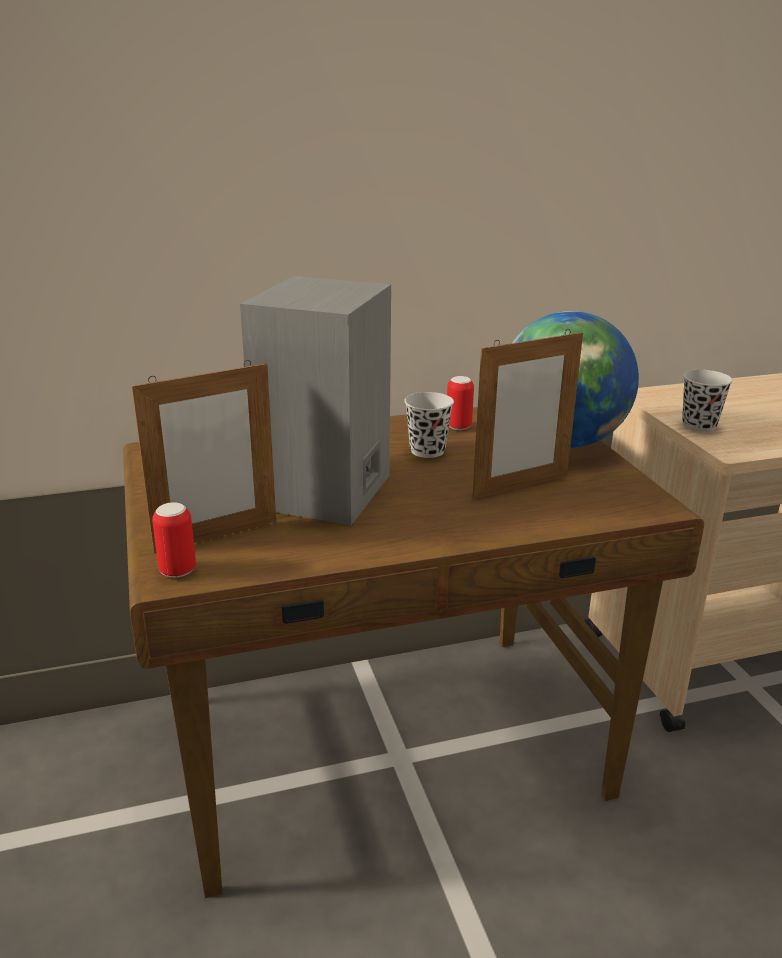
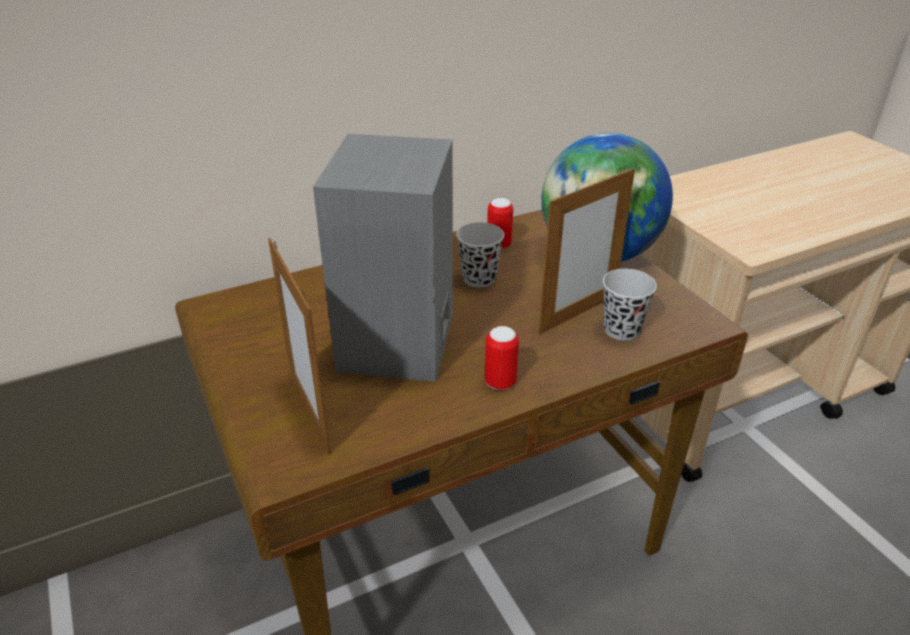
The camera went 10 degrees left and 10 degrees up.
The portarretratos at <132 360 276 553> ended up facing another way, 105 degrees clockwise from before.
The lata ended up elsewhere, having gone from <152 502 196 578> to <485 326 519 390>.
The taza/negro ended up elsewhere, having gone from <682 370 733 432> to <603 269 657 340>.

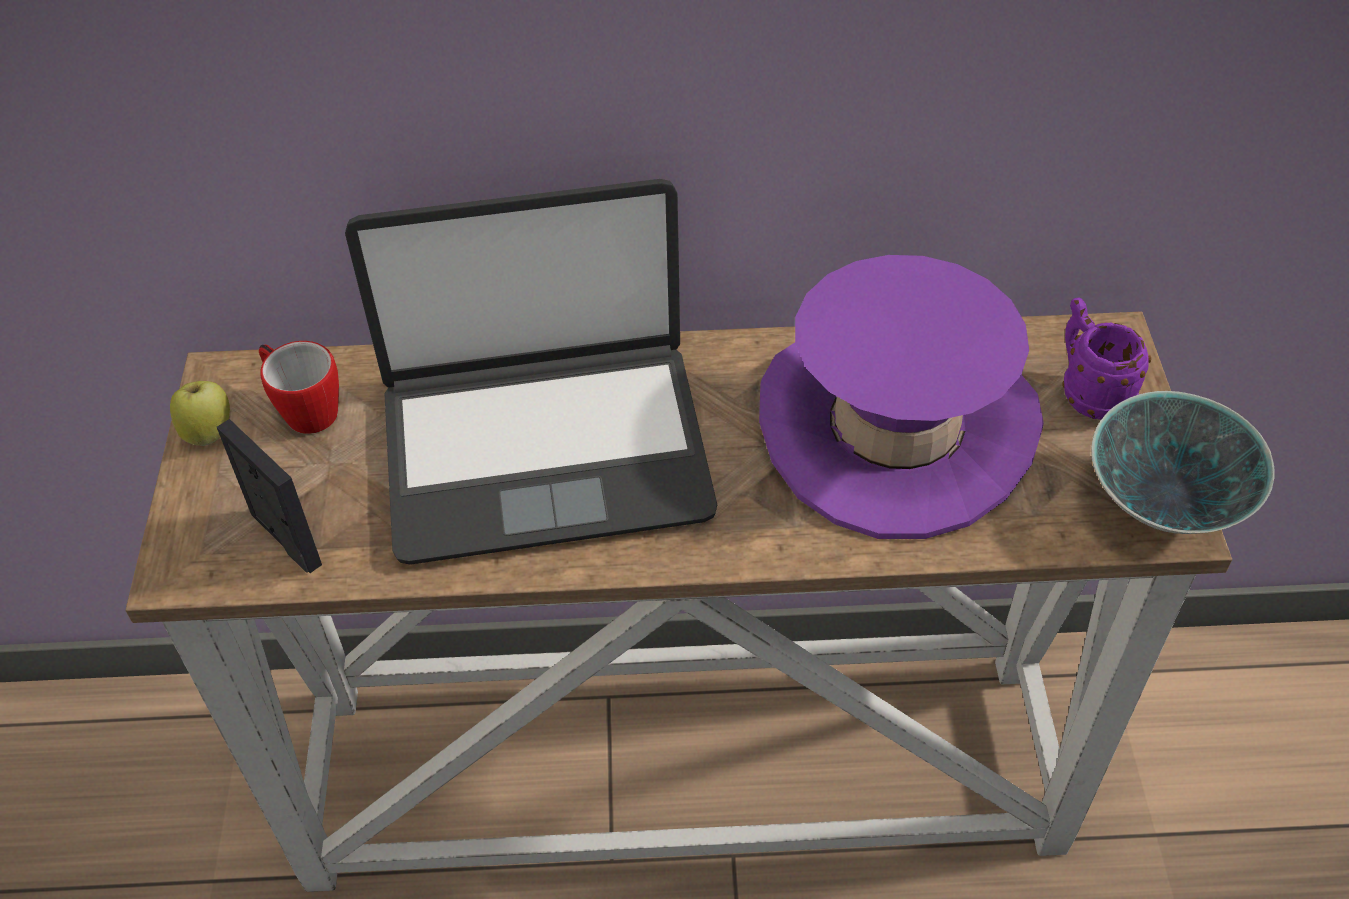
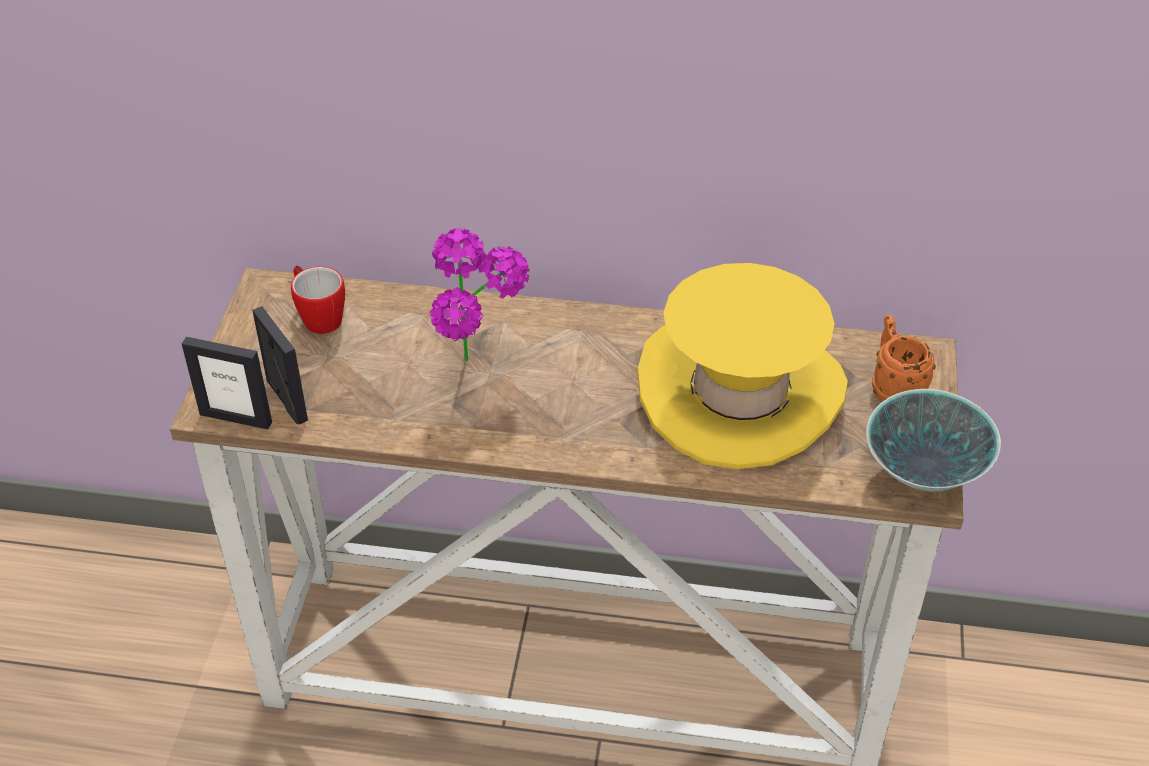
The camera went 10 degrees right and 5 degrees down.
The second view gained the portarretratos at <182 337 272 429>.
Where the portátil stood at <345 179 717 565>, the planta en maceta came to stand at <430 228 530 361>.
What was the sombrero/morado at <759 255 1044 539> turned into the sombrero/amarillo at <637 263 848 469>.
What was the taza grande/morado at <1062 297 1151 420> turned into the taza grande/naranja at <872 315 936 402>.
The second view lost the manzana at <170 381 230 446>.

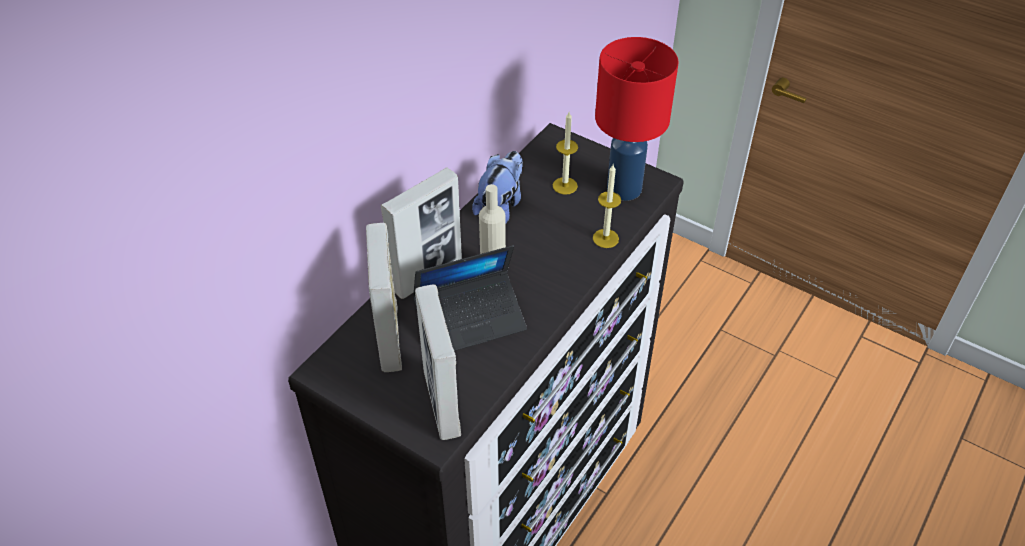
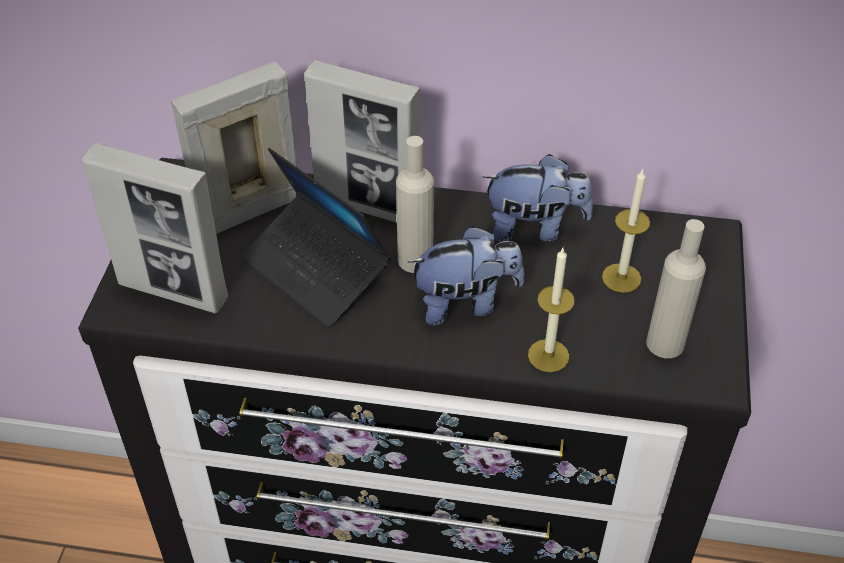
The camera went 65 degrees right and 0 degrees up.
The portarretratos at <415 284 461 440> ended up facing another way, 120 degrees counterclockwise from before.
The second view gained the peluche at <407 226 524 325>.
Where the lámpara de mesa/rojo stood at <595 37 679 201>, the botella/beis came to stand at <646 219 706 358>.

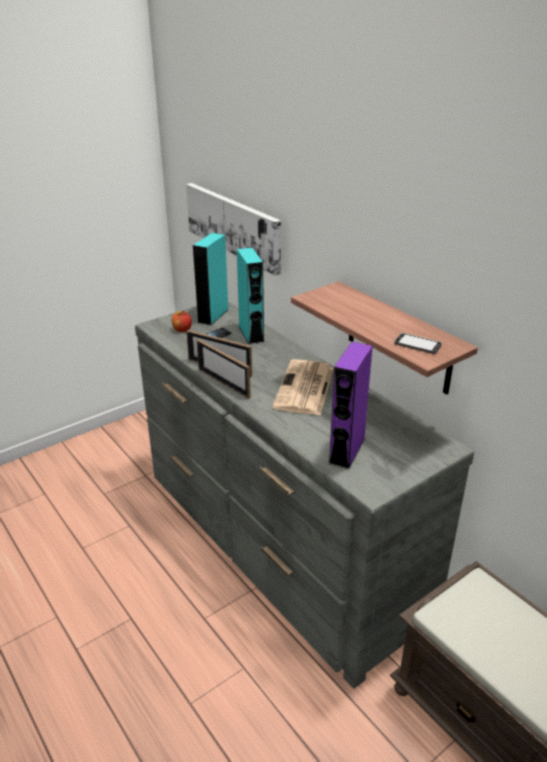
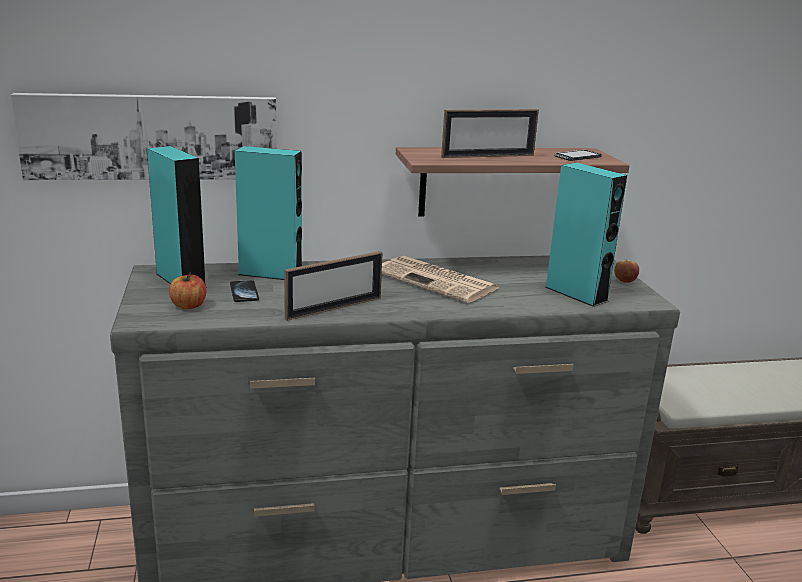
The camera went 65 degrees left and 10 degrees down.
The portarretratos ended up elsewhere, having gone from <197 339 250 399> to <441 109 539 158>.
What was the altavoz/morado at <328 342 373 469> turned into the altavoz/turquesa at <545 163 627 307>.
The second view gained the manzana at <614 260 639 283>.

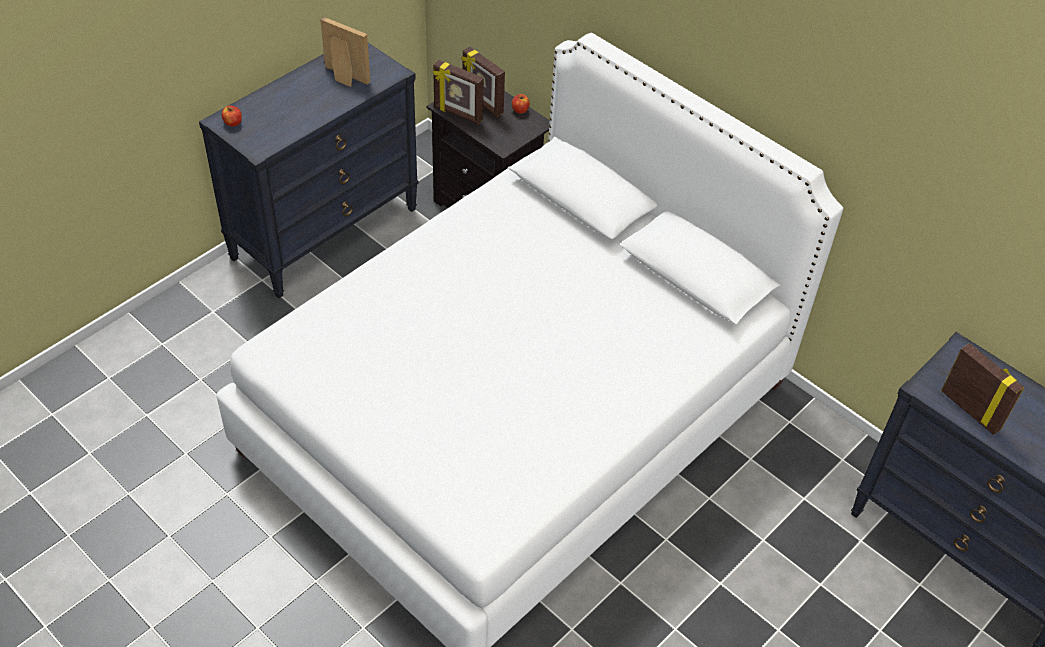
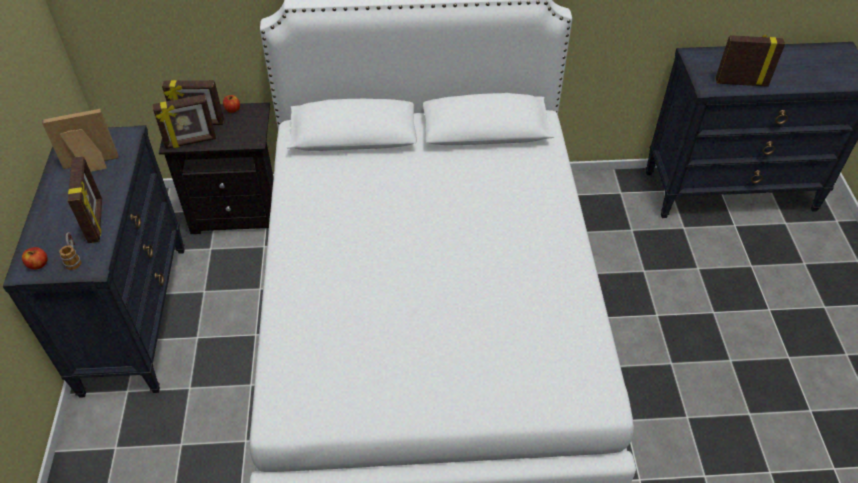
The camera went 45 degrees left and 0 degrees up.
The second view gained the taza grande at <59 232 81 270>.
The second view gained the portarretratos at <68 156 102 243>.

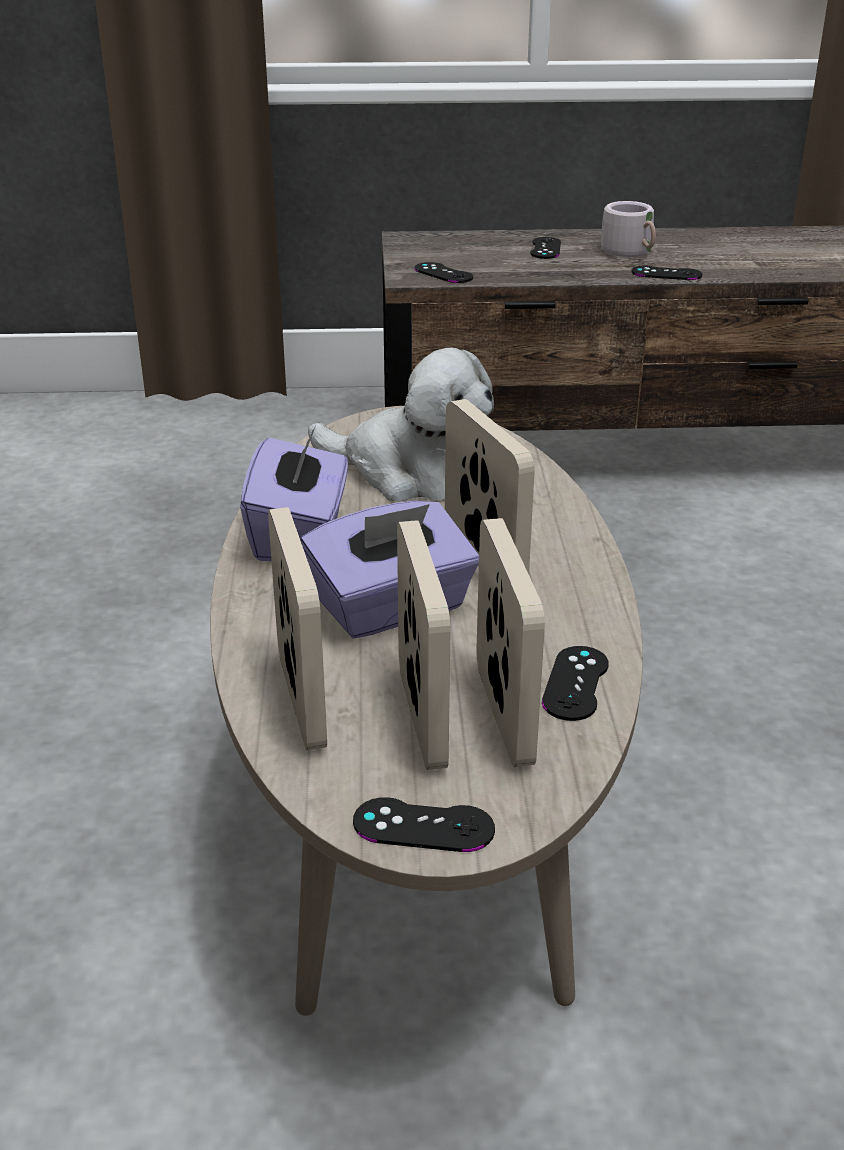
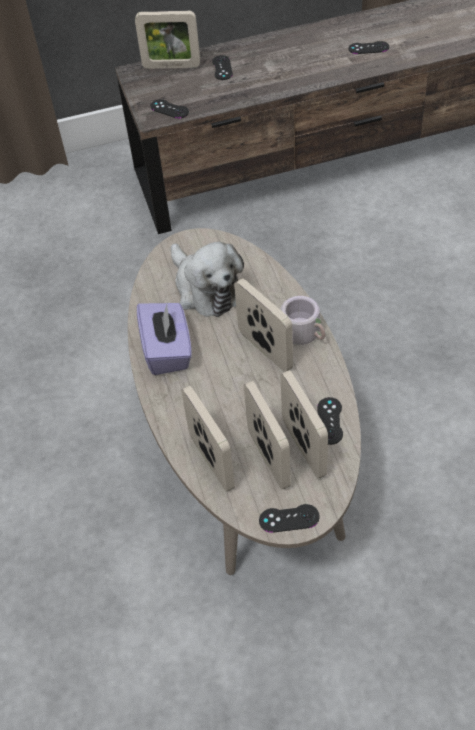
The camera went 10 degrees left and 20 degrees up.
The second view gained the portarretratos at <135 11 200 69>.
The peluche at <308 347 494 502> ended up facing another way, 45 degrees clockwise from before.
The taza grande/gris ended up elsewhere, having gone from <601 201 656 257> to <281 296 325 345>.
The mando de consola/negro ended up elsewhere, having gone from <632 266 702 280> to <348 41 389 54>.
The second view lost the caja de pañuelos/morado at <301 501 479 638>.

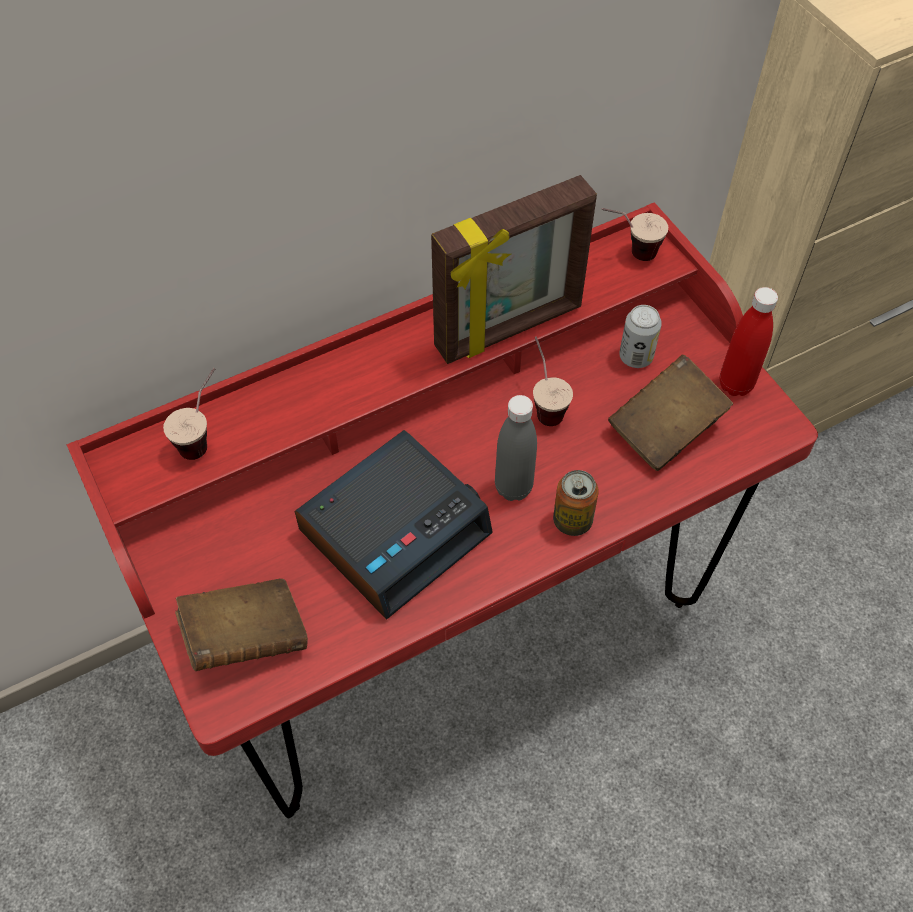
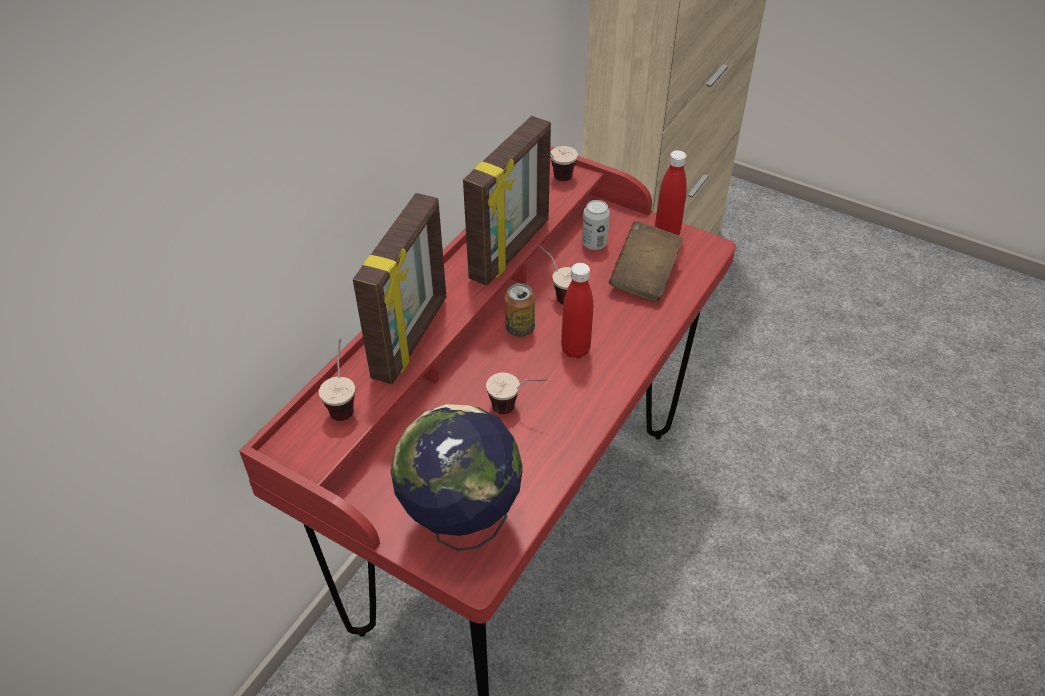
The camera went 30 degrees left and 10 degrees down.
The second view gained the portarretratos at <353 193 446 384>.
Where the libro/marrón stood at <175 579 308 671>, the globo terráqueo came to stand at <391 404 523 551>.
Where the despertador stood at <295 430 493 620>, the taza came to stand at <486 373 547 414>.
The lata ended up elsewhere, having gone from <553 470 599 536> to <505 283 535 337>.
What was the botella/gris at <495 395 537 501> turned into the botella/rojo at <561 263 593 359>.

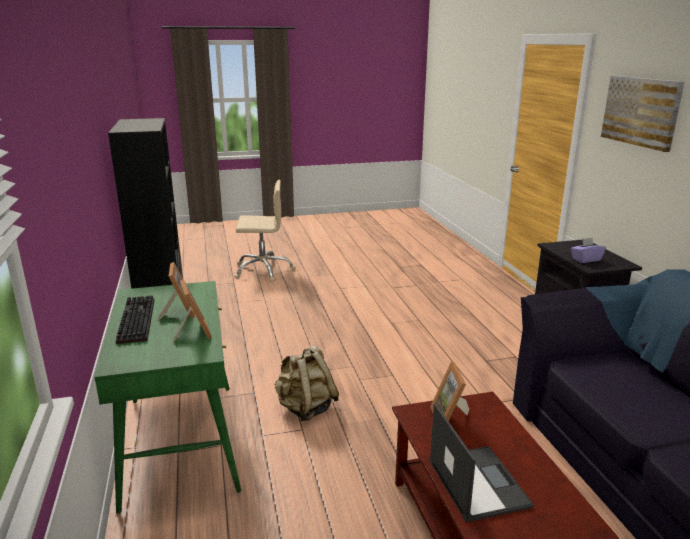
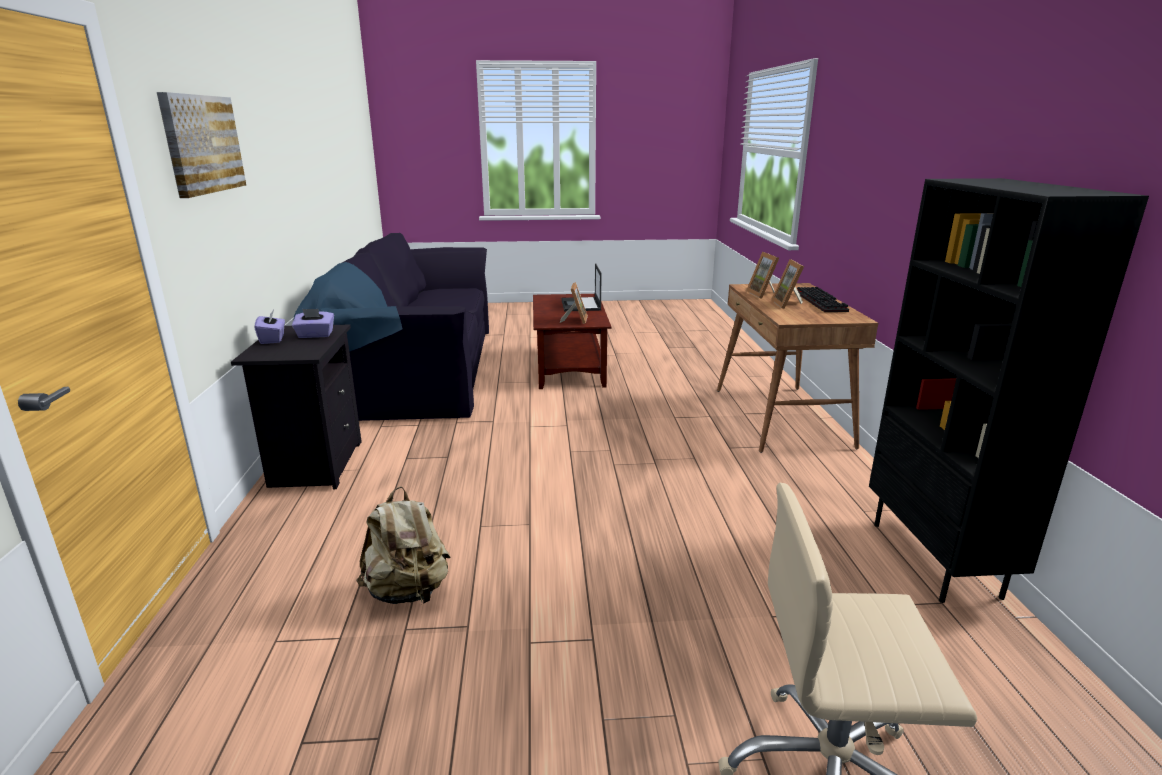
The camera went 170 degrees left and 0 degrees up.
The second view gained the caja de pañuelos/morado at <255 310 285 344>.
The mochila/beis ended up elsewhere, having gone from <274 345 339 421> to <356 486 451 605>.
What was the escritorio/verde at <94 281 241 514> turned into the escritorio/marrón at <717 283 878 453>.

